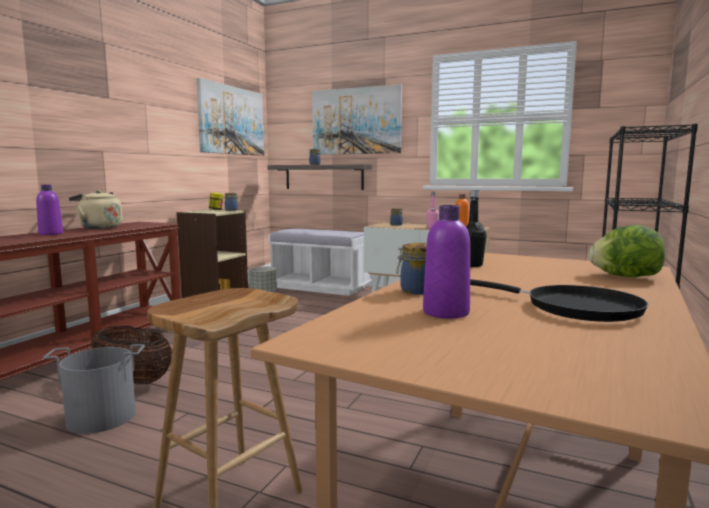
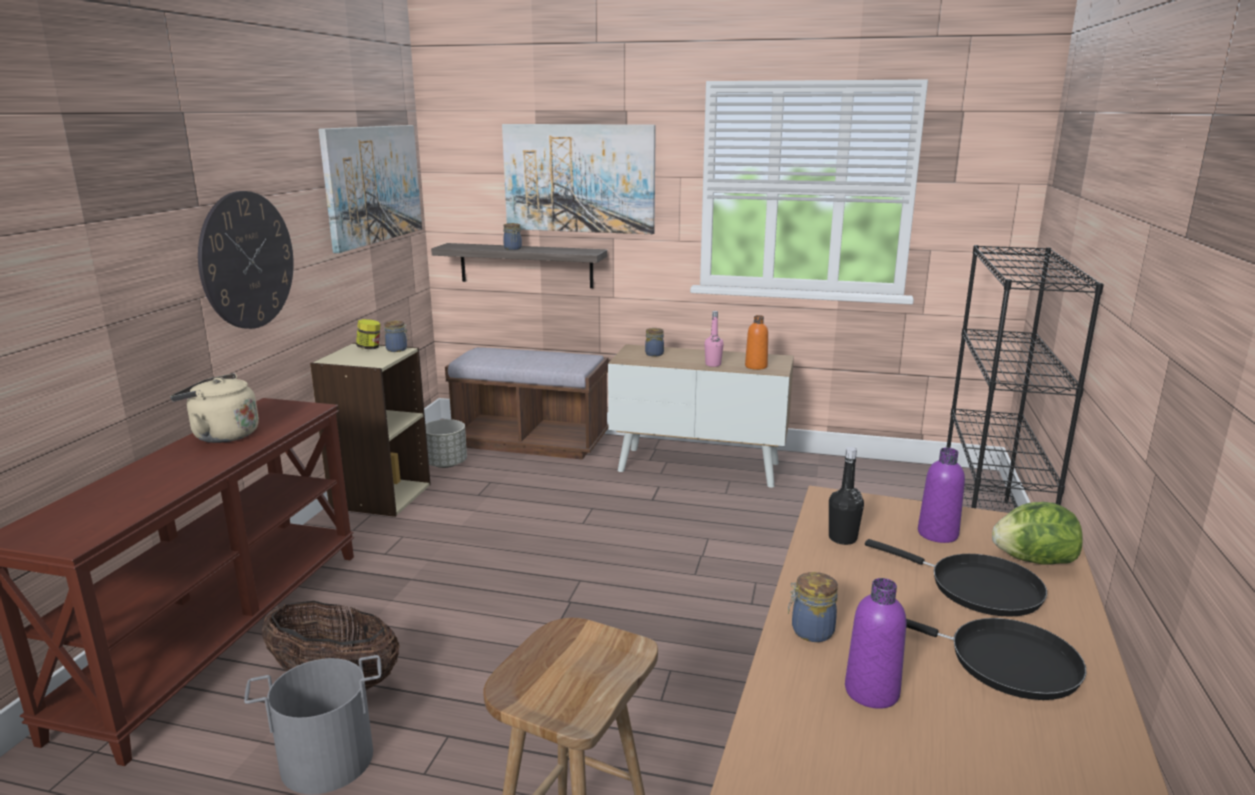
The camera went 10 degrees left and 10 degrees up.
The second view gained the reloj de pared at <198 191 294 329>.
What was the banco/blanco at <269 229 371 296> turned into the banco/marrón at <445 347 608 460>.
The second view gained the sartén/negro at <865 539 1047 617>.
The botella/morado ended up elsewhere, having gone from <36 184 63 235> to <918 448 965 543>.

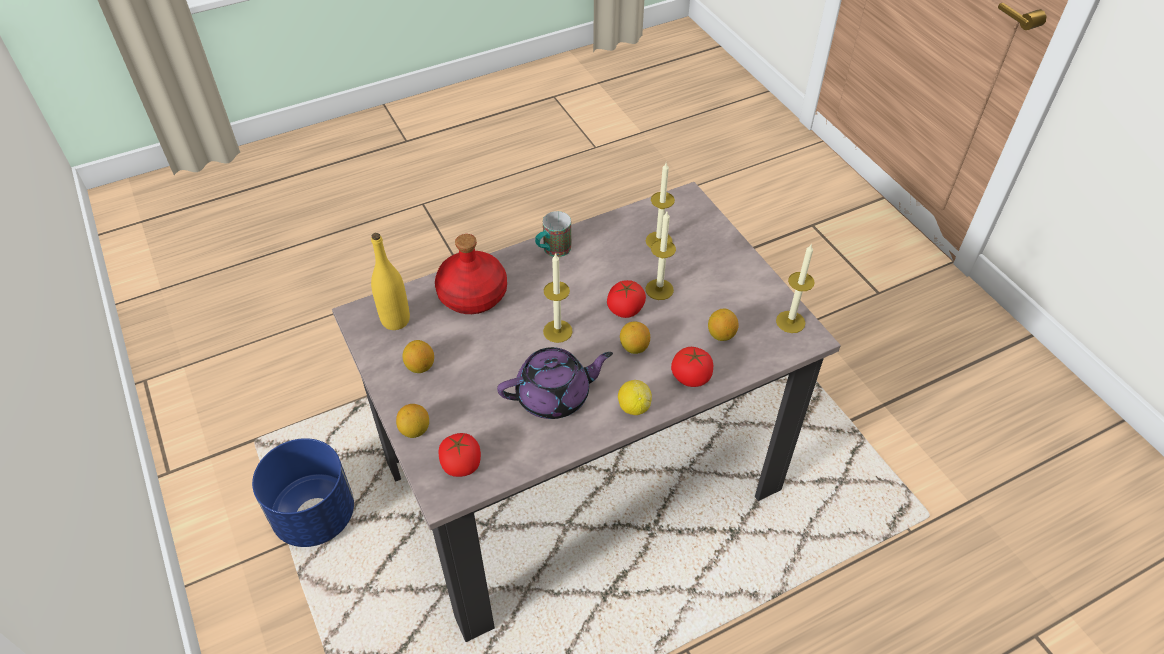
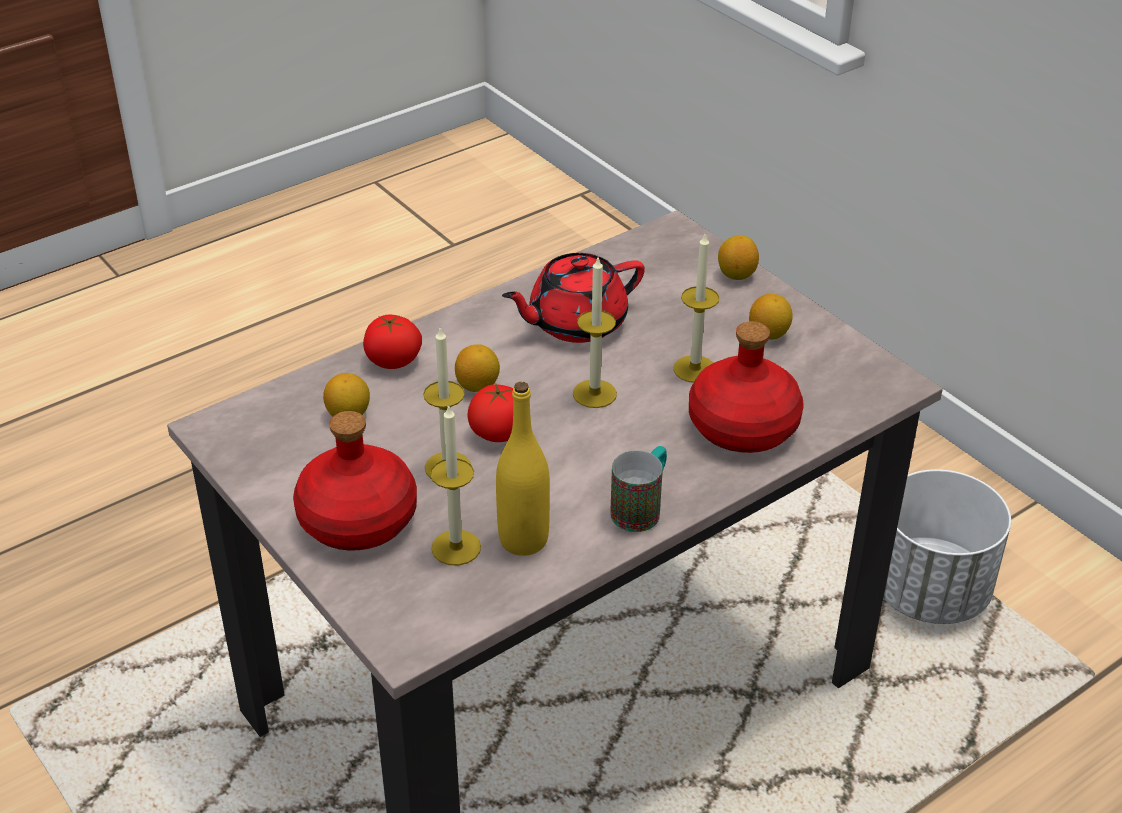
The camera went 170 degrees right and 10 degrees down.
The second view gained the botella/rojo at <293 411 417 551>.
The botella/amarillo ended up elsewhere, having gone from <371 233 410 330> to <496 382 550 556>.
What was the tetera/morado at <497 347 613 419> turned into the tetera/rojo at <502 253 645 343>.
The vela ended up elsewhere, having gone from <776 243 815 333> to <673 232 719 383>.
What was the maceta/azul at <252 438 354 547> turned into the maceta/blanco at <883 469 1011 624>.
The second view lost the tomate at <439 433 481 477>.
The second view lost the limón at <618 380 652 415>.

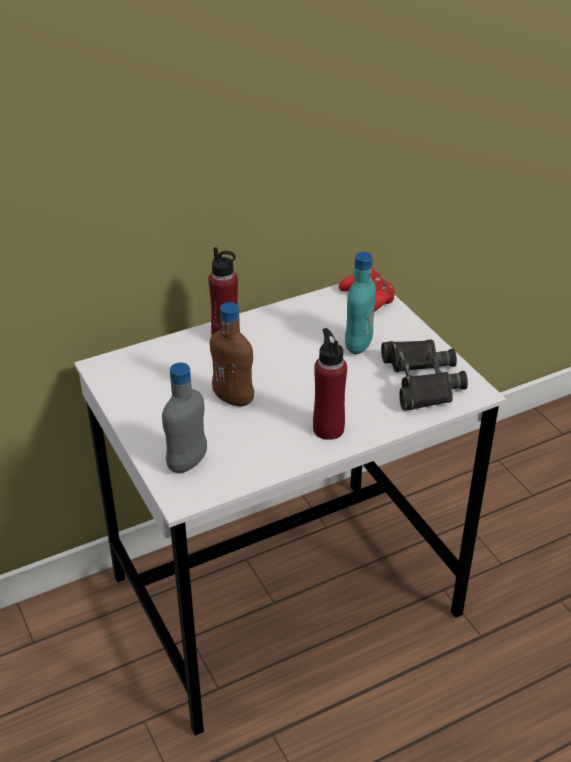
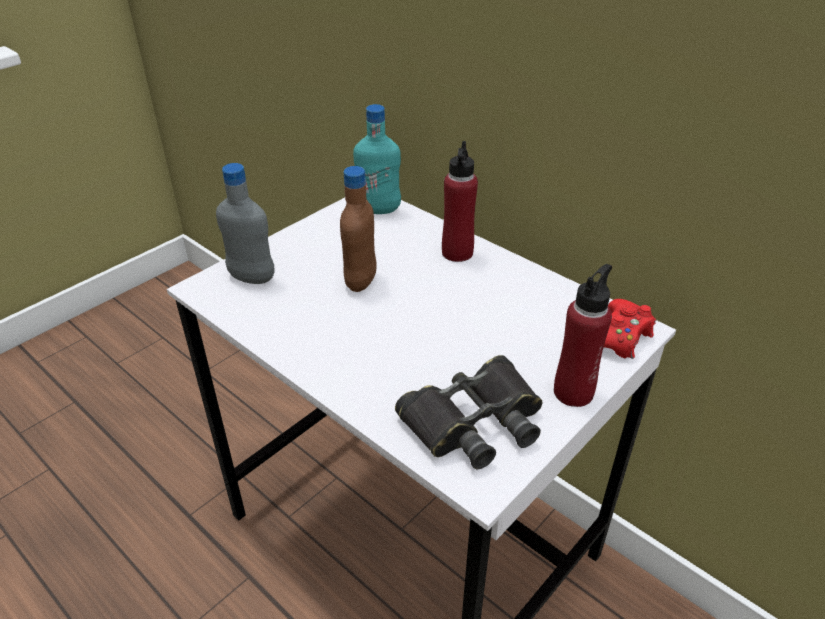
The camera went 70 degrees right and 0 degrees up.
The botella/turquesa ended up elsewhere, having gone from <345 252 376 354> to <353 104 401 214>.
The botella/rojo ended up elsewhere, having gone from <313 328 347 440> to <554 264 612 407>.

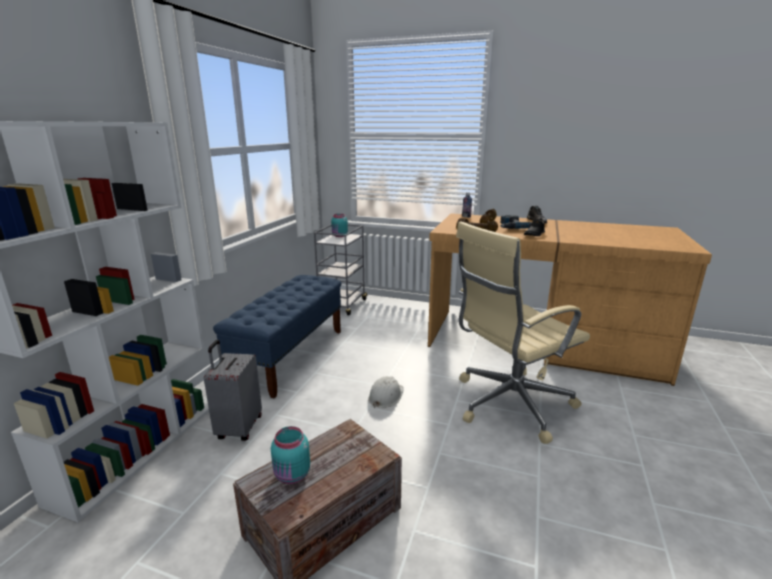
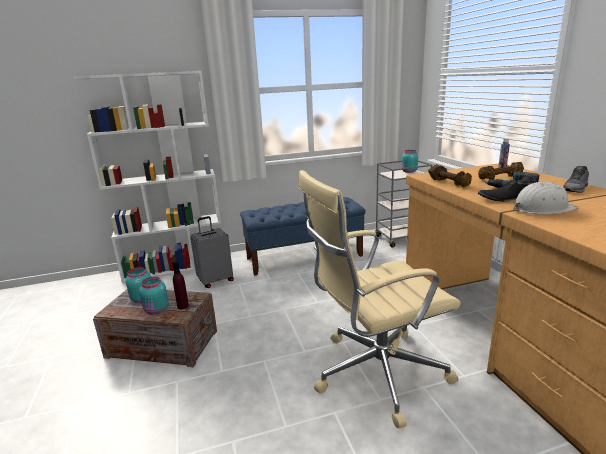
The camera went 55 degrees right and 0 degrees up.
The second view gained the tarro/turquesa at <139 277 169 314>.
The second view gained the botella/morado at <172 261 189 309>.
The silla de oficina/beis at <456 221 590 444> ended up facing another way, 45 degrees counterclockwise from before.
The casco/blanco ended up elsewhere, having gone from <368 376 404 408> to <513 182 578 215>.

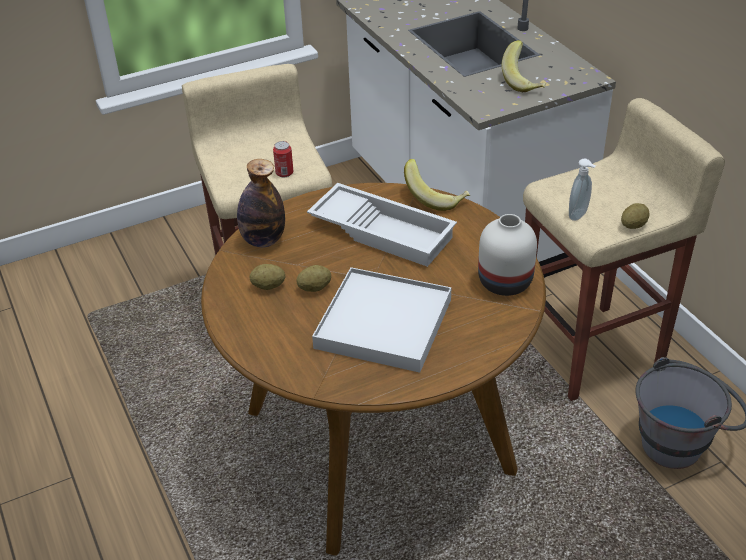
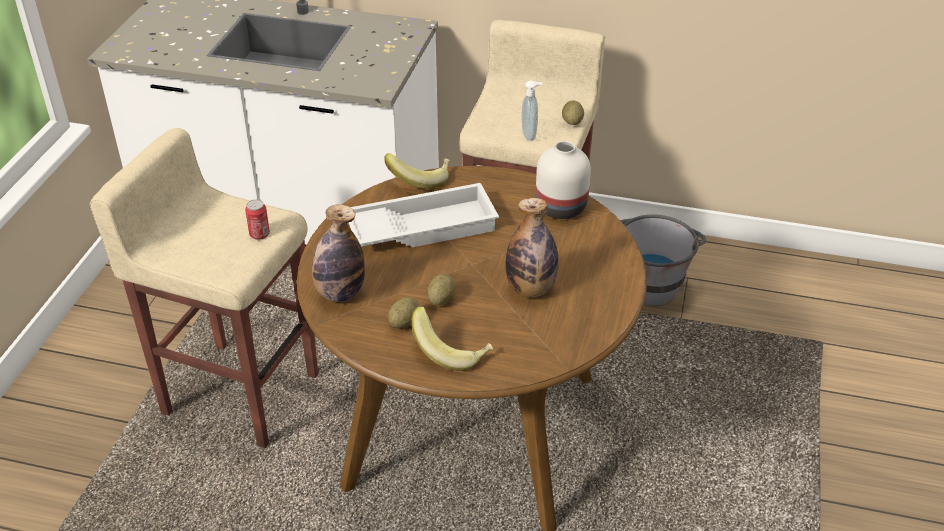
The camera went 50 degrees left and 0 degrees up.
The plátano ended up elsewhere, having gone from <502 40 545 92> to <411 306 494 371>.
Where the bandeja/blanco stood at <312 267 451 373>, the botella came to stand at <506 198 559 297>.

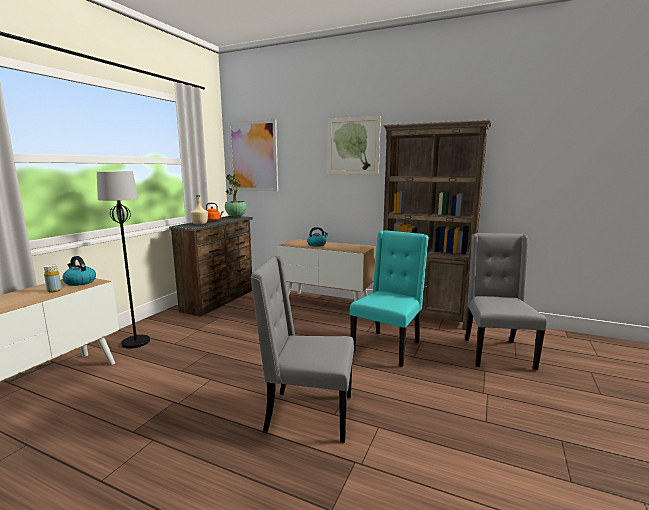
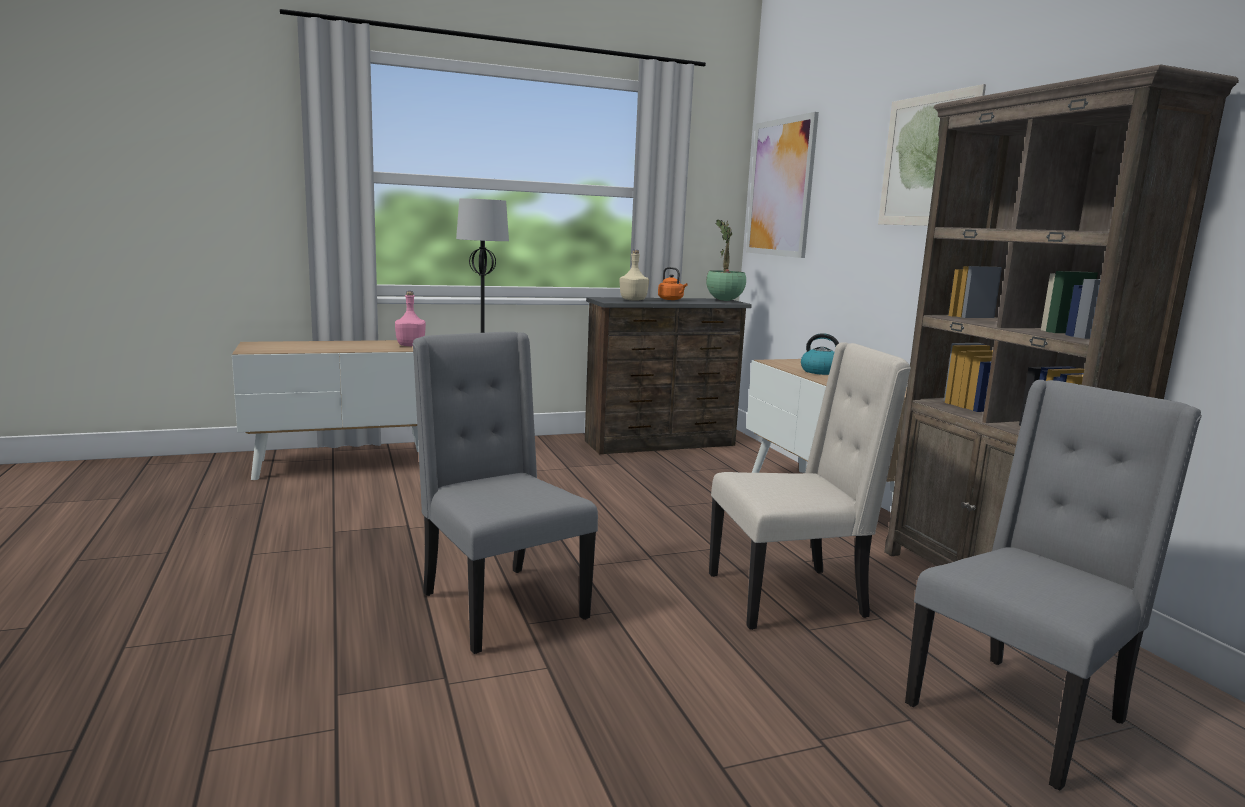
The camera went 45 degrees right and 0 degrees up.
Where the hervidor stood at <63 256 96 286>, the botella/rosa came to stand at <395 291 426 346>.
What was the silla/turquesa at <350 231 429 367> turned into the silla/beis at <709 342 911 630>.
The second view lost the botella/amarillo at <44 264 62 292>.

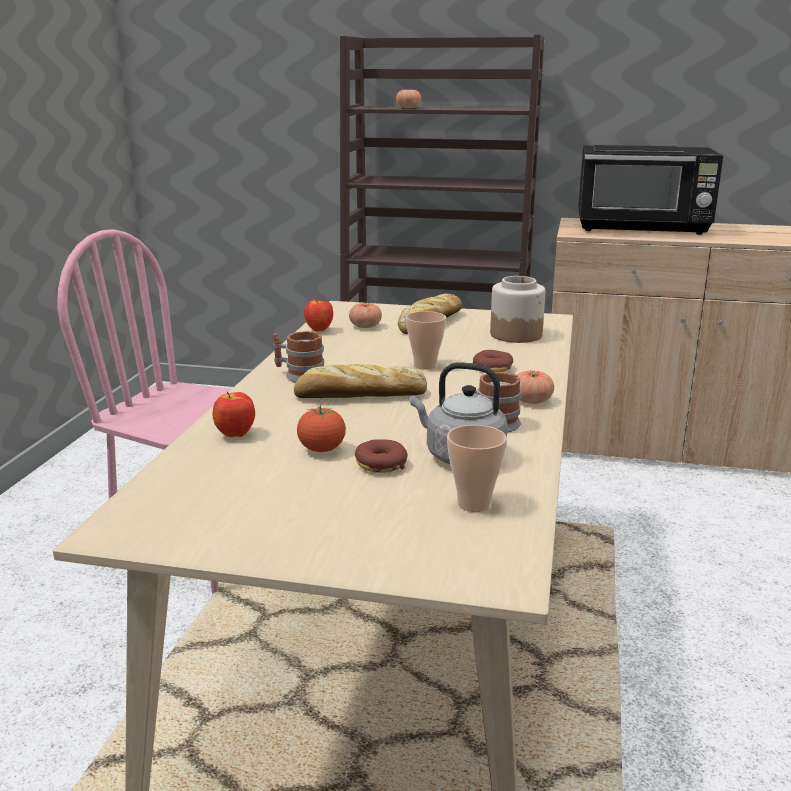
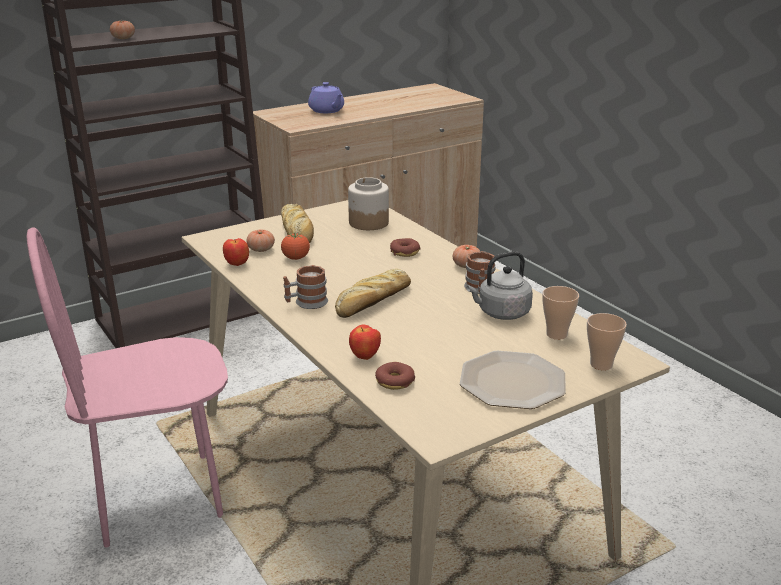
The camera went 45 degrees left and 5 degrees up.
The tomate ended up elsewhere, having gone from <297 406 346 452> to <281 233 310 260>.
Where the microondas/negro stood at <578 145 723 235>, the tetera/morado came to stand at <308 82 344 113>.
The rosquilla ended up elsewhere, having gone from <355 439 408 473> to <375 362 415 390>.
The second view gained the plato at <460 351 566 409>.
The taza ended up elsewhere, having gone from <406 311 446 370> to <587 313 627 371>.

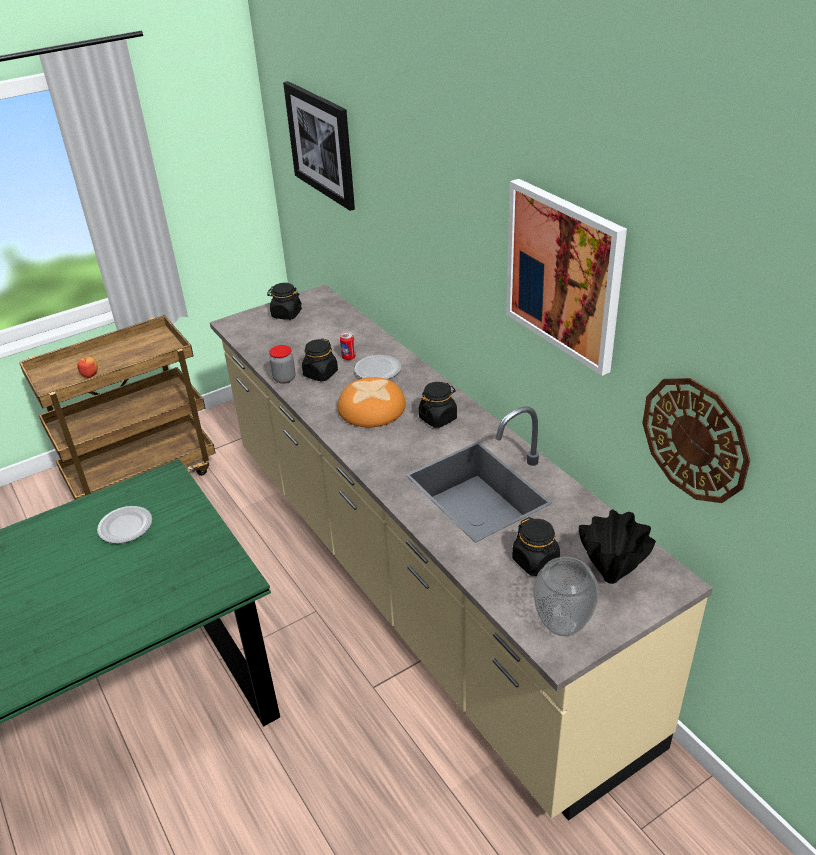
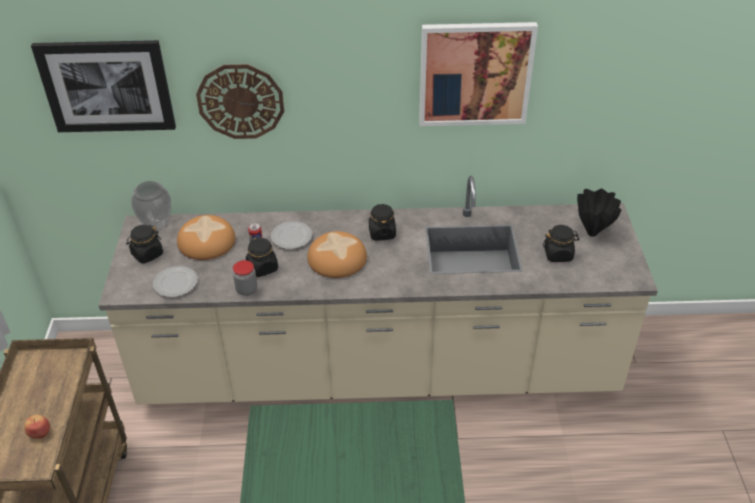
The camera went 60 degrees left and 5 degrees up.
The florero ended up elsewhere, having gone from <533 557 599 636> to <131 181 171 230>.
The plato ended up elsewhere, having gone from <97 506 152 544> to <153 266 198 297>.
The second view gained the pan at <177 215 236 260>.
The reloj de pared ended up elsewhere, having gone from <642 378 750 503> to <196 64 284 139>.

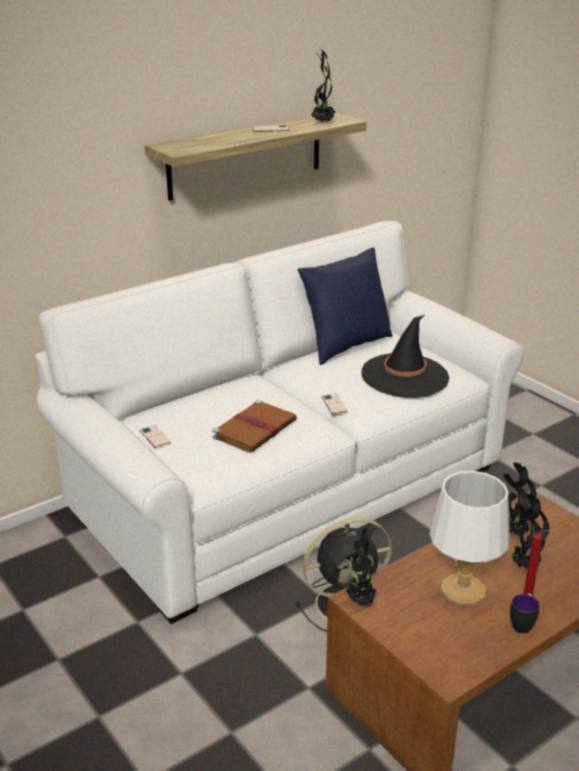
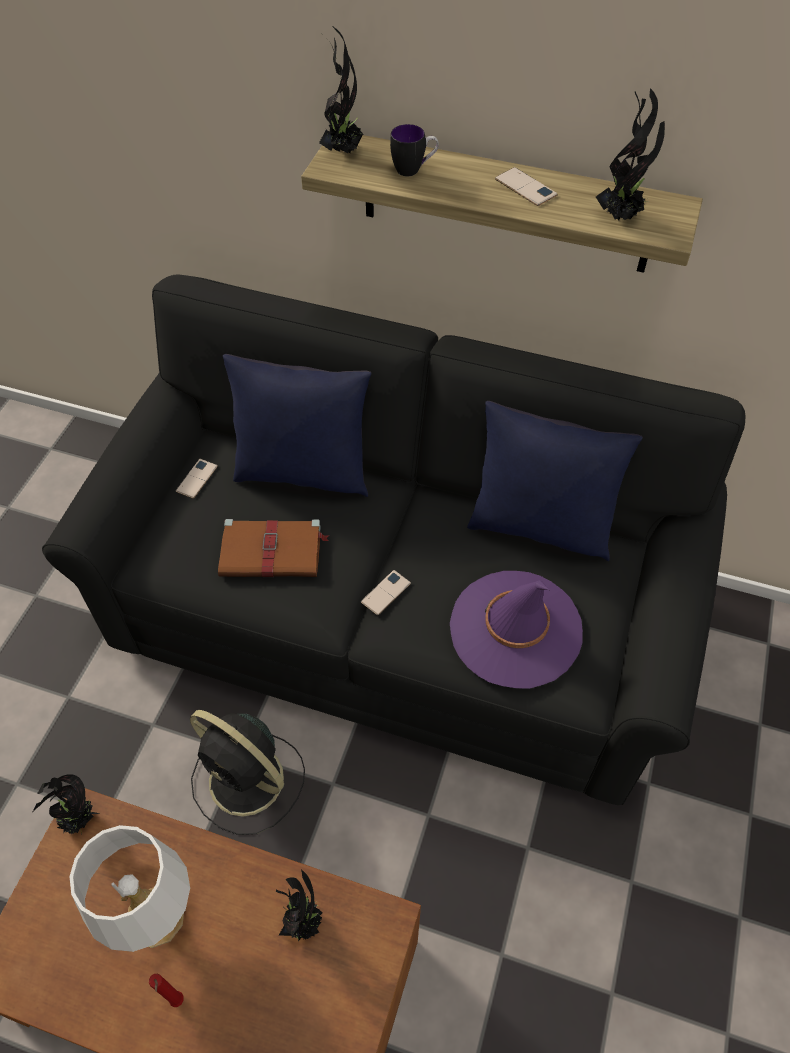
The camera went 55 degrees right and 25 degrees up.
What was the sofá/blanco at <35 221 524 624> turned into the sofá/negro at <42 274 745 805>.
The second view gained the cojín/azul at <223 354 372 497>.
The planta en maceta ended up elsewhere, having gone from <511 493 549 569> to <319 26 363 154>.
The taza grande ended up elsewhere, having gone from <510 593 539 633> to <390 124 439 177>.
What was the sombrero/negro at <362 315 449 398> turned into the sombrero/morado at <450 571 583 689>.

